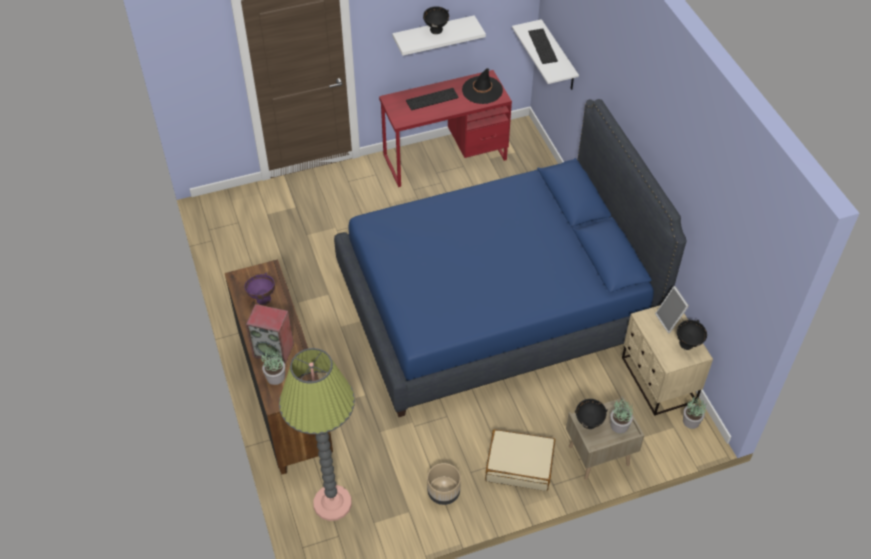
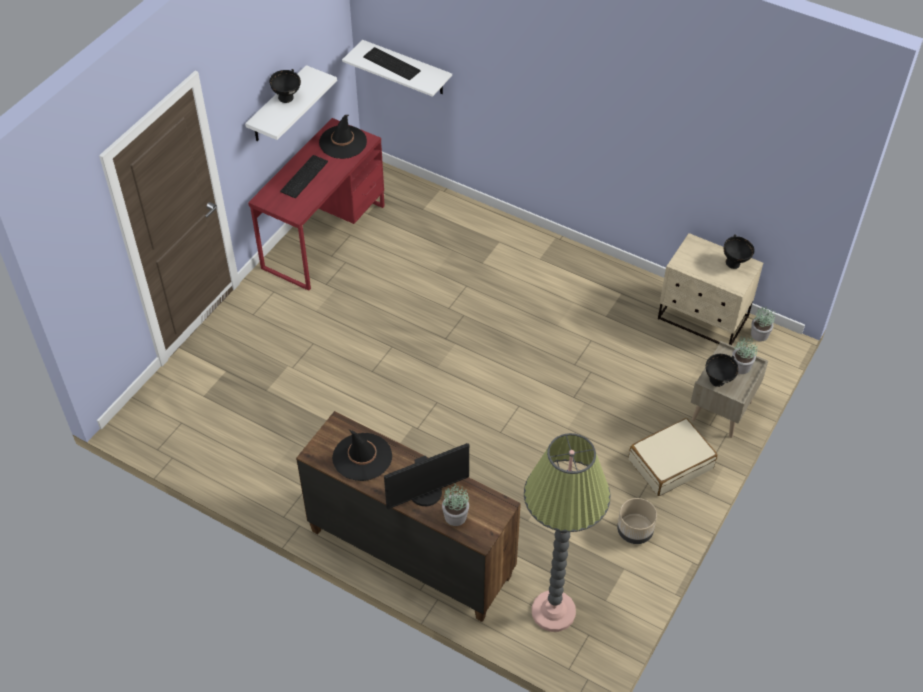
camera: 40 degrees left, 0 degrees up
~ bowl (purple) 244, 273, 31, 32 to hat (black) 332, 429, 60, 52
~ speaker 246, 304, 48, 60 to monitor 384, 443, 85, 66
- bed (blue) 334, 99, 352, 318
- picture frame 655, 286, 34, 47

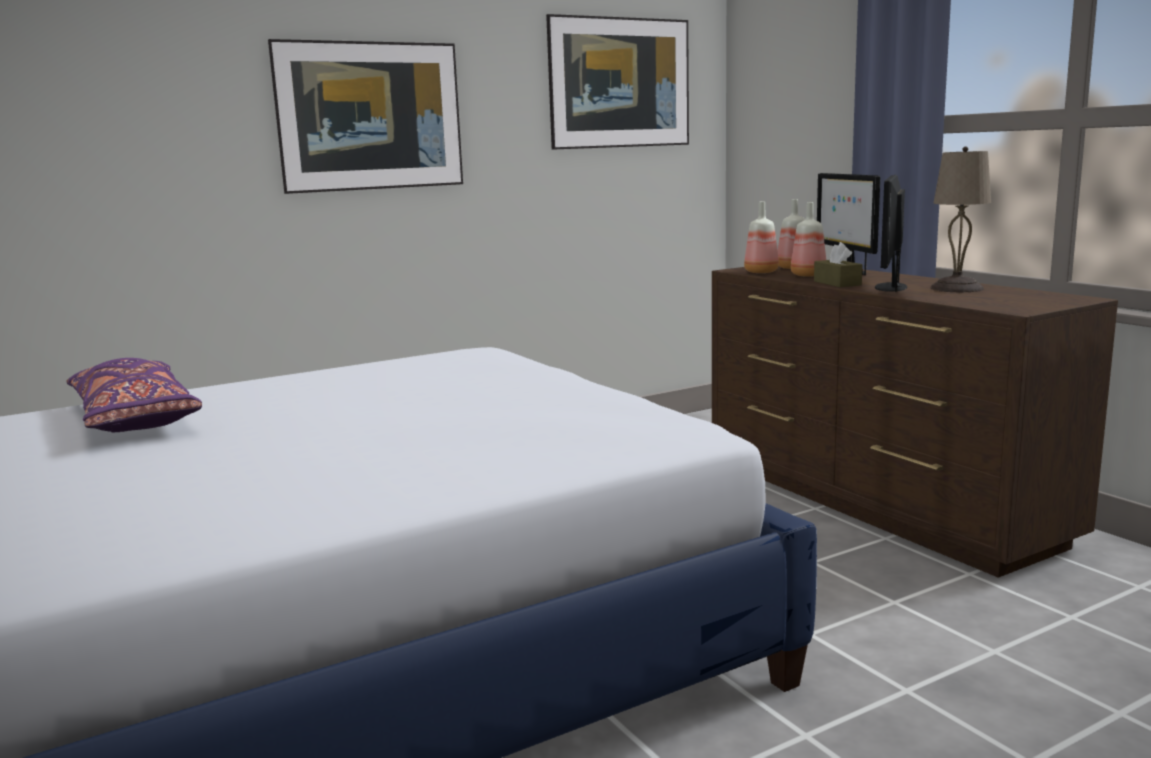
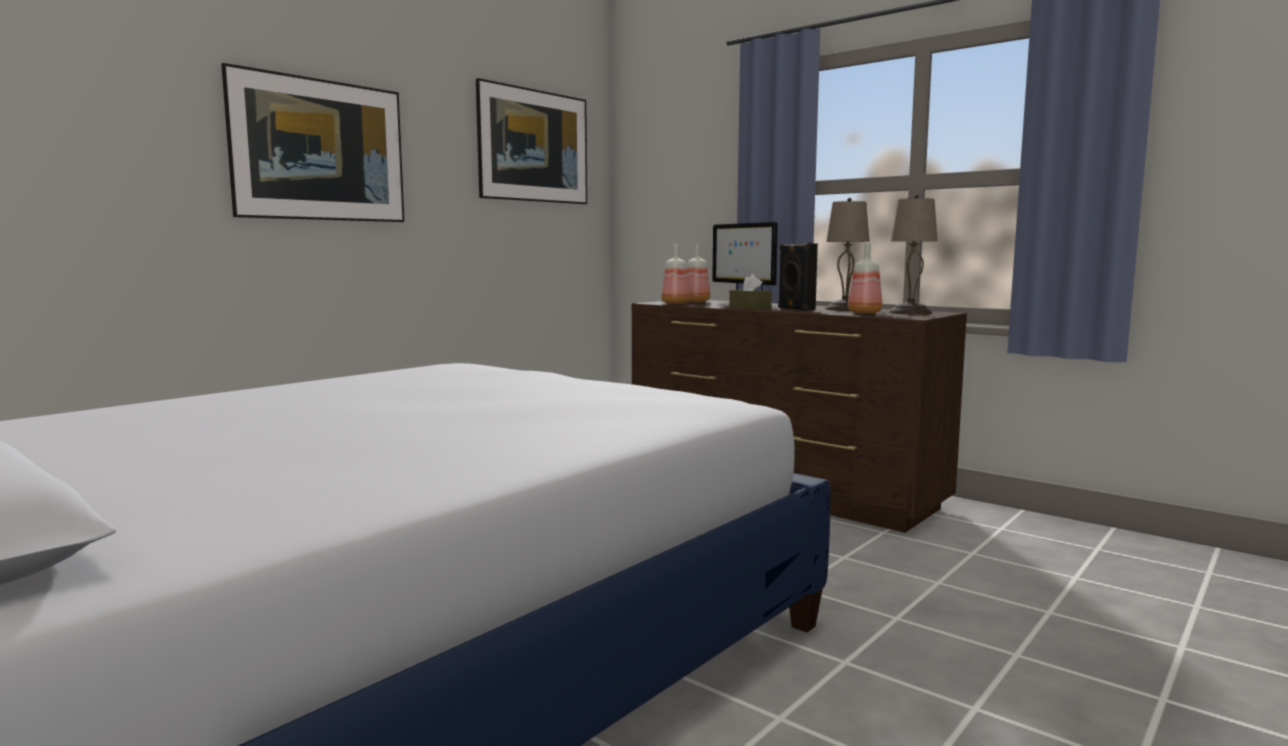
camera: 20 degrees left, 5 degrees down
~ monitor 875, 175, 32, 117 to speaker (black) 778, 243, 40, 68
~ bottle 791, 202, 35, 75 to 848, 243, 34, 71
+ table lamp (beige) 889, 195, 49, 120
- pillow (purple) 66, 358, 136, 74

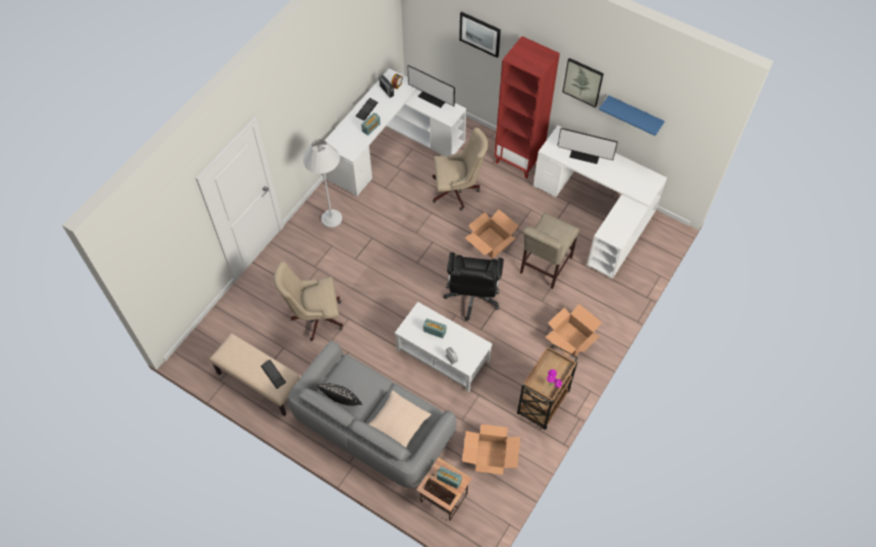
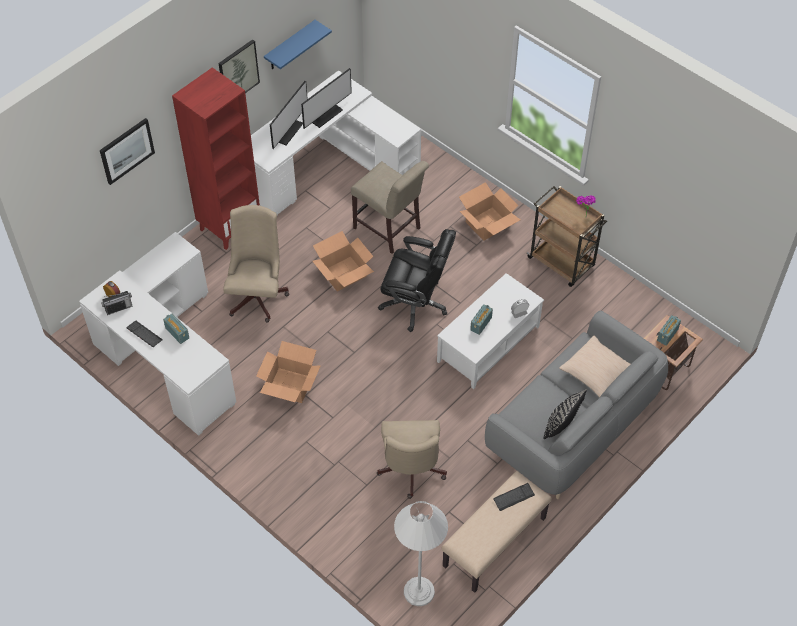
camera: 80 degrees left, 5 degrees down
~ cardboard box 462, 424, 58, 51 to 256, 341, 65, 62
~ monitor 407, 65, 48, 43 to 301, 68, 51, 61
~ floor lamp (white) 303, 139, 39, 89 to 394, 501, 54, 105

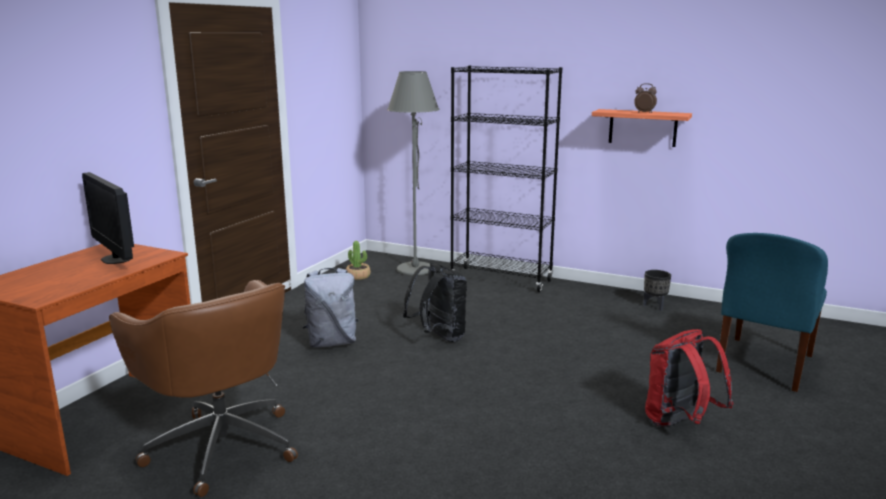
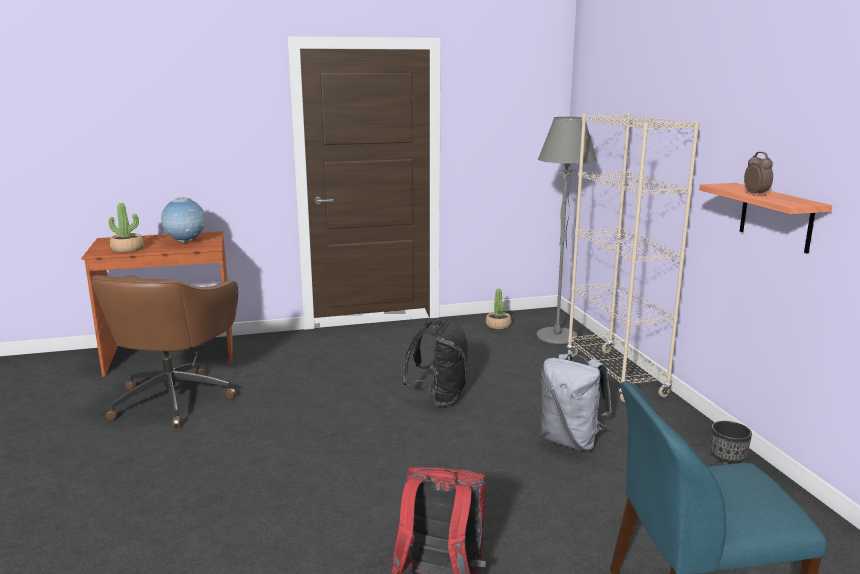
camera: 50 degrees right, 0 degrees up
+ potted plant 108, 203, 36, 50
~ monitor 82, 172, 52, 92 to globe 161, 197, 45, 46
~ backpack (grey) 303, 268, 56, 80 to 540, 353, 72, 98
~ bookcase (black) 450, 65, 112, 227 to bookcase (beige) 567, 114, 133, 288

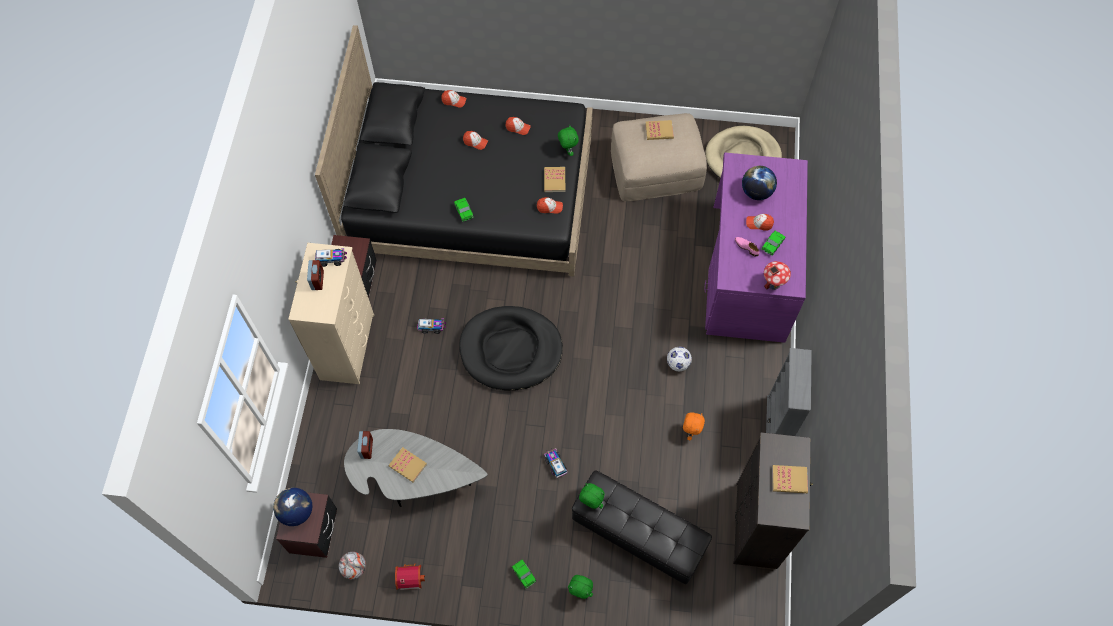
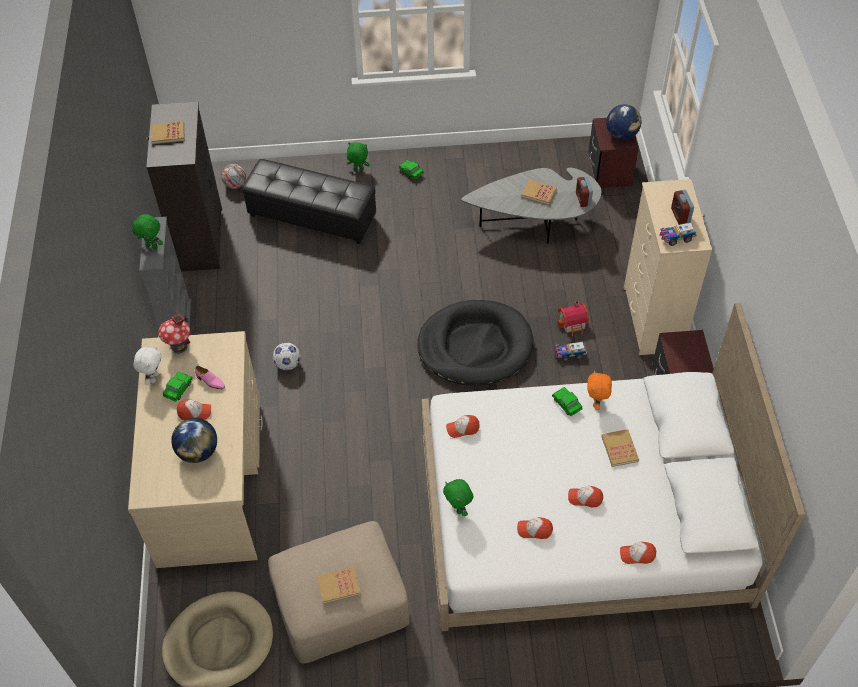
camera: 170 degrees right, 10 degrees down
~ desk (purple) 704, 153, 104, 190 to desk (beige) 128, 331, 134, 237
~ plush toy (green) 579, 483, 25, 26 to 131, 214, 32, 35
+ plush toy (white) 133, 346, 29, 39
~ football 339, 552, 27, 27 to 221, 164, 25, 25
~ bed (black) 315, 25, 278, 252 to bed (white) 422, 303, 384, 328
~ toy house 395, 564, 30, 26 to 558, 301, 31, 36
~ plush toy (orange) 683, 412, 22, 28 to 587, 370, 25, 40
~ book 544, 167, 21, 25 to 601, 429, 38, 38
- toy truck 544, 448, 23, 30

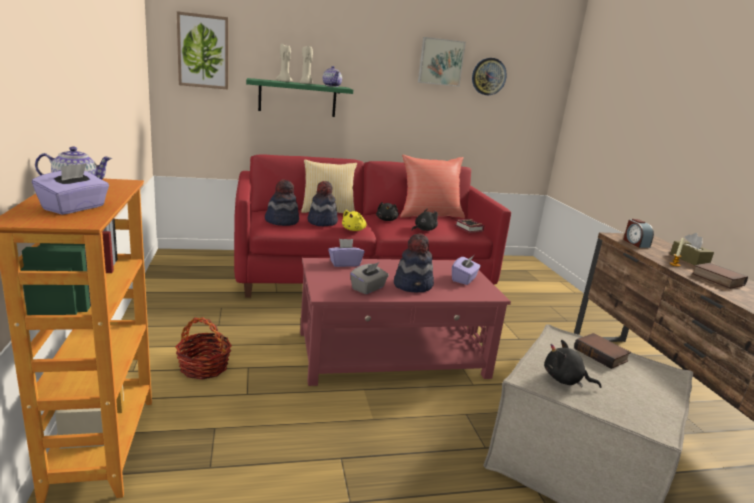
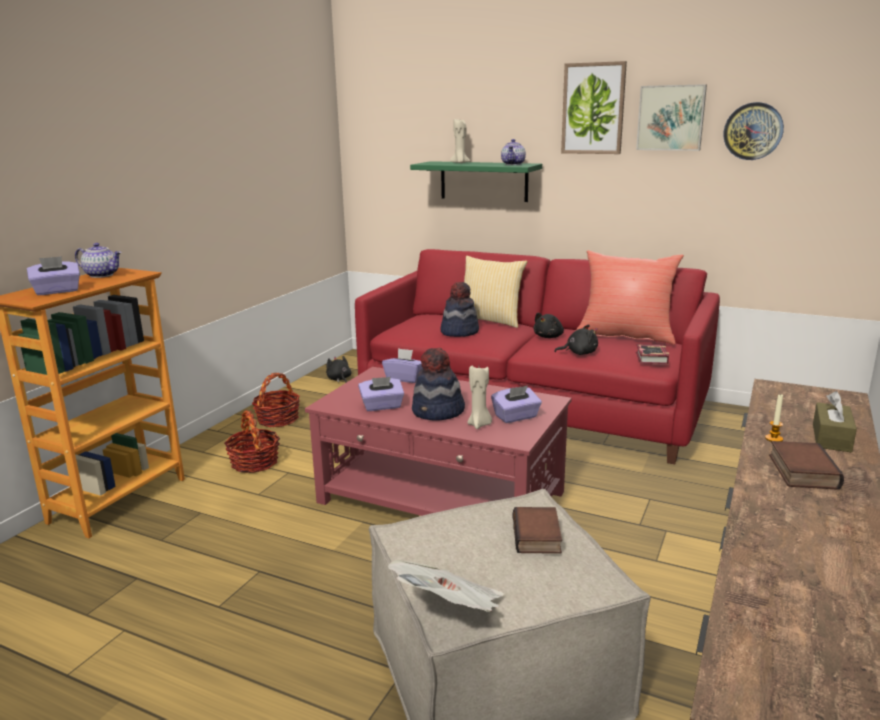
camera: 40 degrees right, 0 degrees up
+ basket 252, 373, 48, 55
~ plush toy (black) 544, 340, 57, 48 to 326, 356, 26, 27
~ tissue box (grey) 350, 262, 39, 32 to tissue box (purple) 358, 377, 46, 34
+ newspaper 388, 560, 116, 52
~ candle (beige) 300, 46, 13, 38 to 467, 366, 25, 63
~ picture 177, 11, 51, 78 to 561, 61, 66, 93
- hat 265, 180, 34, 46
- plush toy (yellow) 342, 210, 25, 21
- alarm clock 623, 219, 31, 29

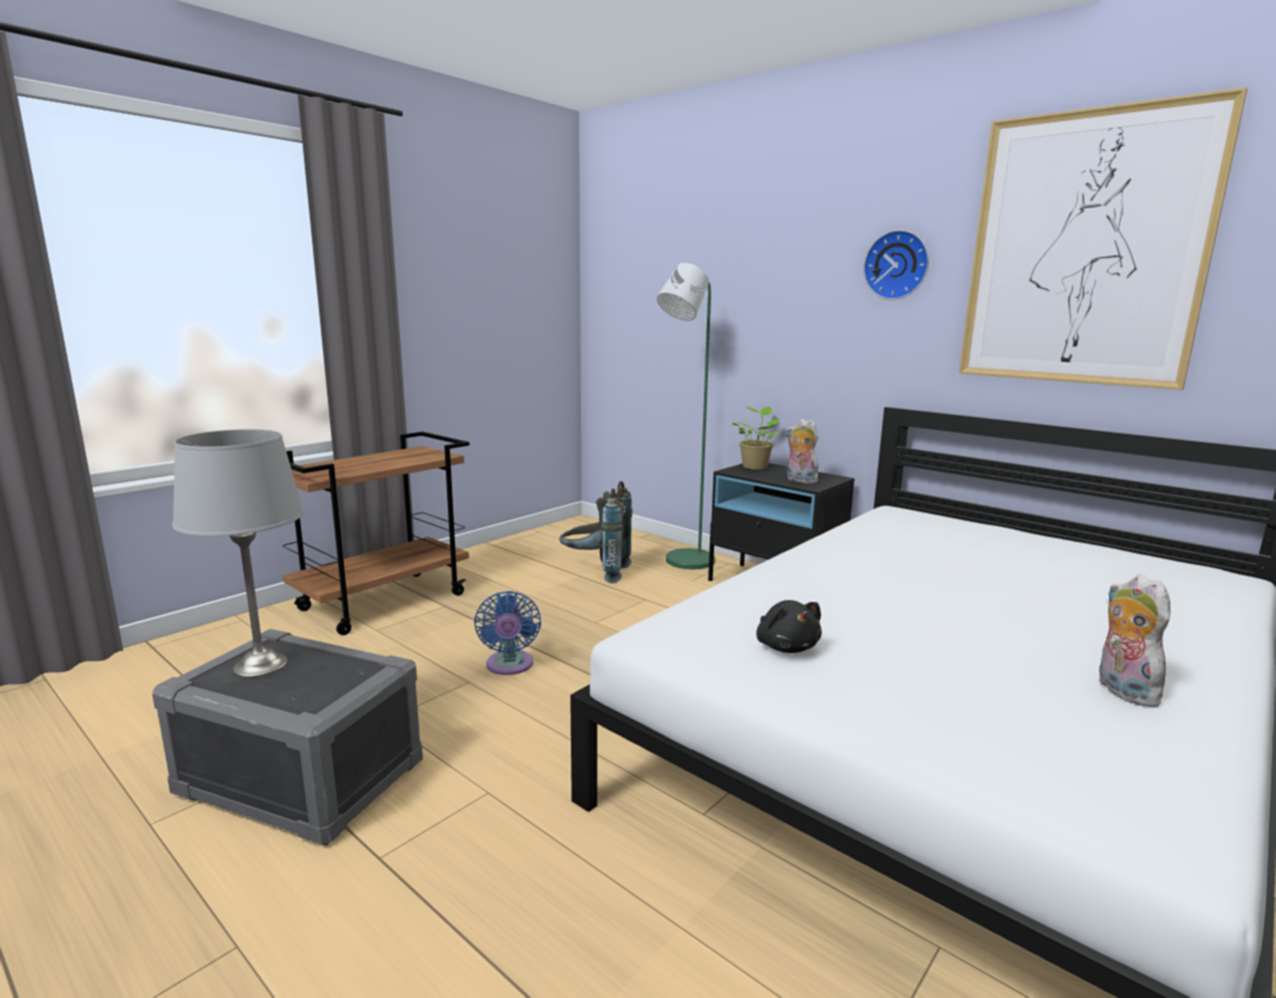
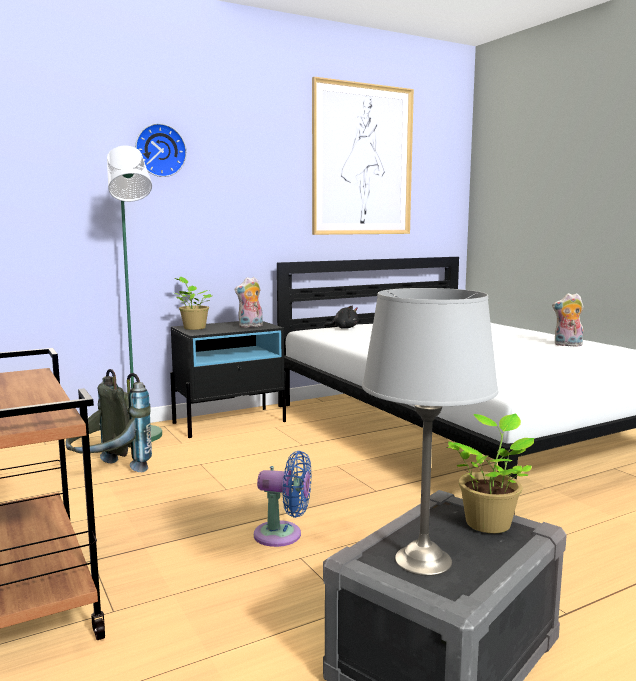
camera: 70 degrees left, 5 degrees down
~ wall clock 863, 230, 66, 70 to 135, 123, 52, 54
~ plush toy (black) 756, 600, 66, 53 to 323, 306, 36, 23
+ potted plant 446, 413, 88, 120

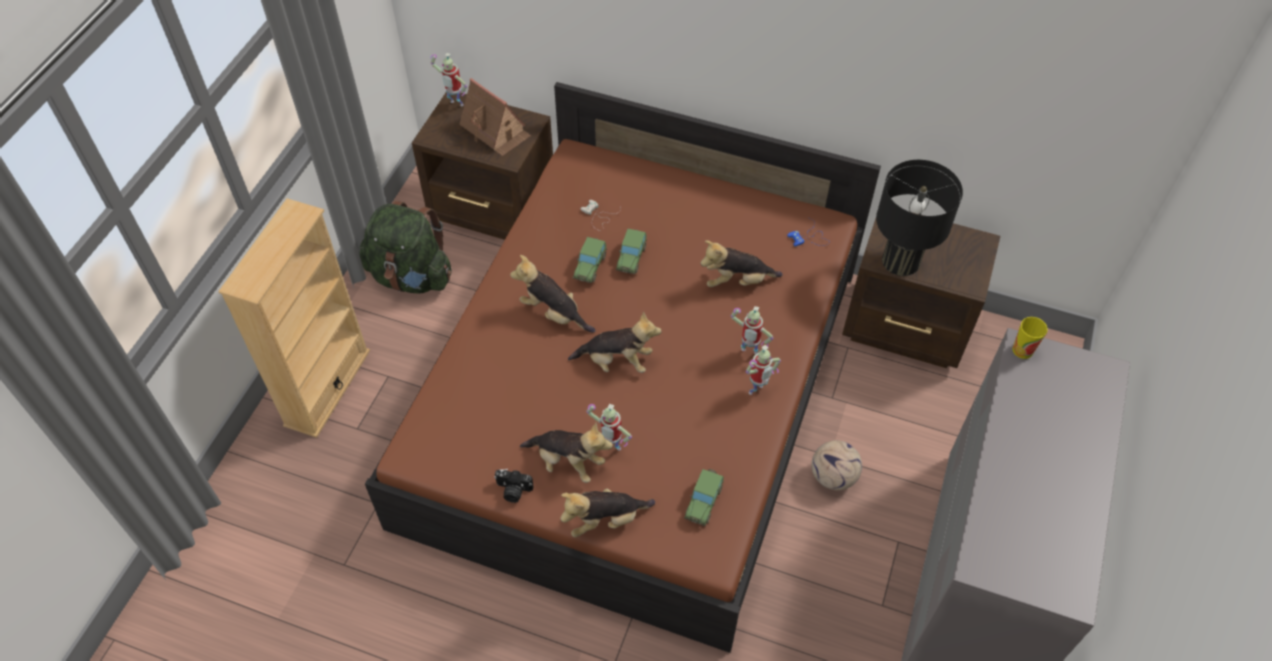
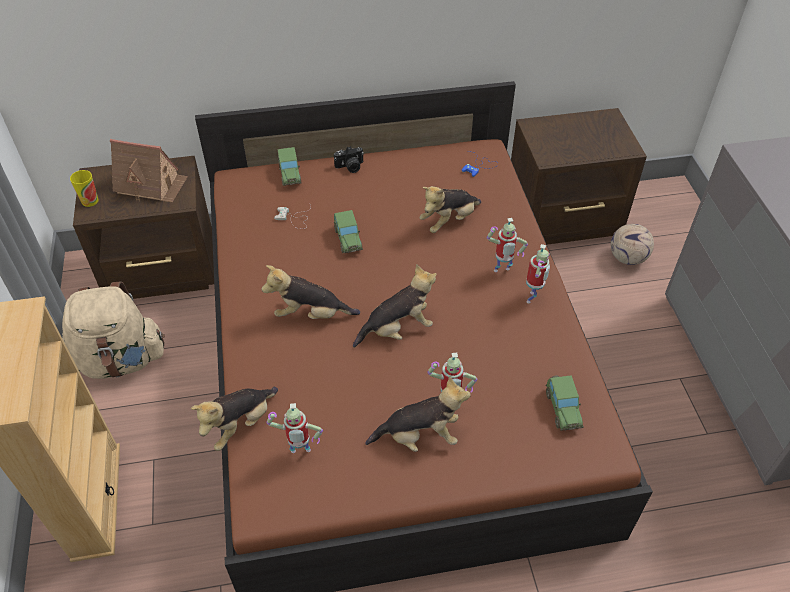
camera: 30 degrees left, 5 degrees down
~ backpack (green) 359, 201, 93, 93 to backpack (beige) 62, 281, 103, 98
~ cup 1013, 317, 35, 42 to 70, 170, 29, 37
~ plush toy 560, 488, 95, 49 to 191, 387, 87, 64
~ toy robot 430, 53, 37, 53 to 266, 403, 57, 50
~ toy car 572, 237, 35, 46 to 277, 147, 25, 39
~ photo camera 494, 469, 40, 34 to 334, 146, 30, 27
~ football 811, 440, 51, 51 to 611, 224, 43, 41
- table lamp (black) 876, 160, 87, 116

